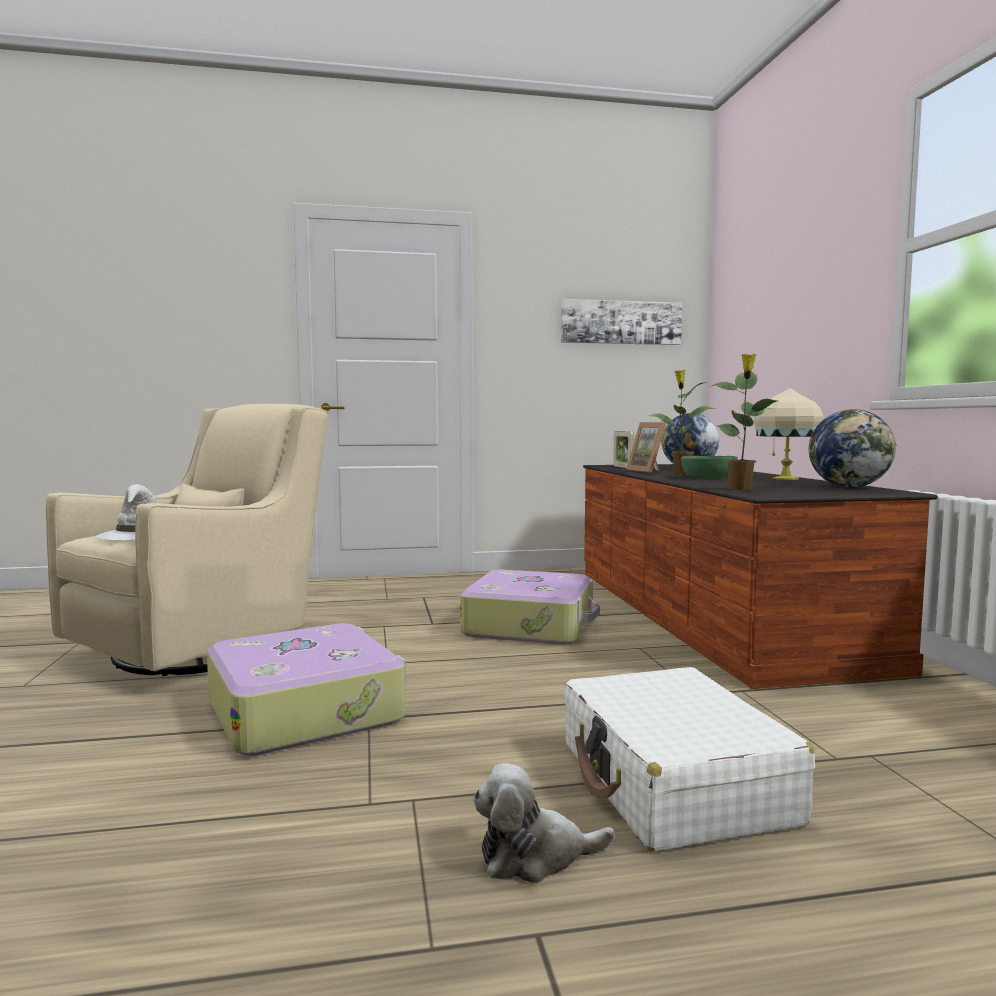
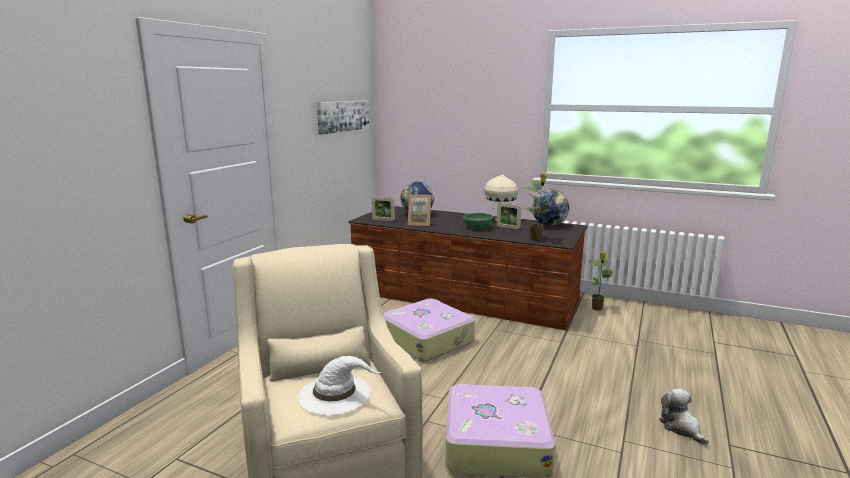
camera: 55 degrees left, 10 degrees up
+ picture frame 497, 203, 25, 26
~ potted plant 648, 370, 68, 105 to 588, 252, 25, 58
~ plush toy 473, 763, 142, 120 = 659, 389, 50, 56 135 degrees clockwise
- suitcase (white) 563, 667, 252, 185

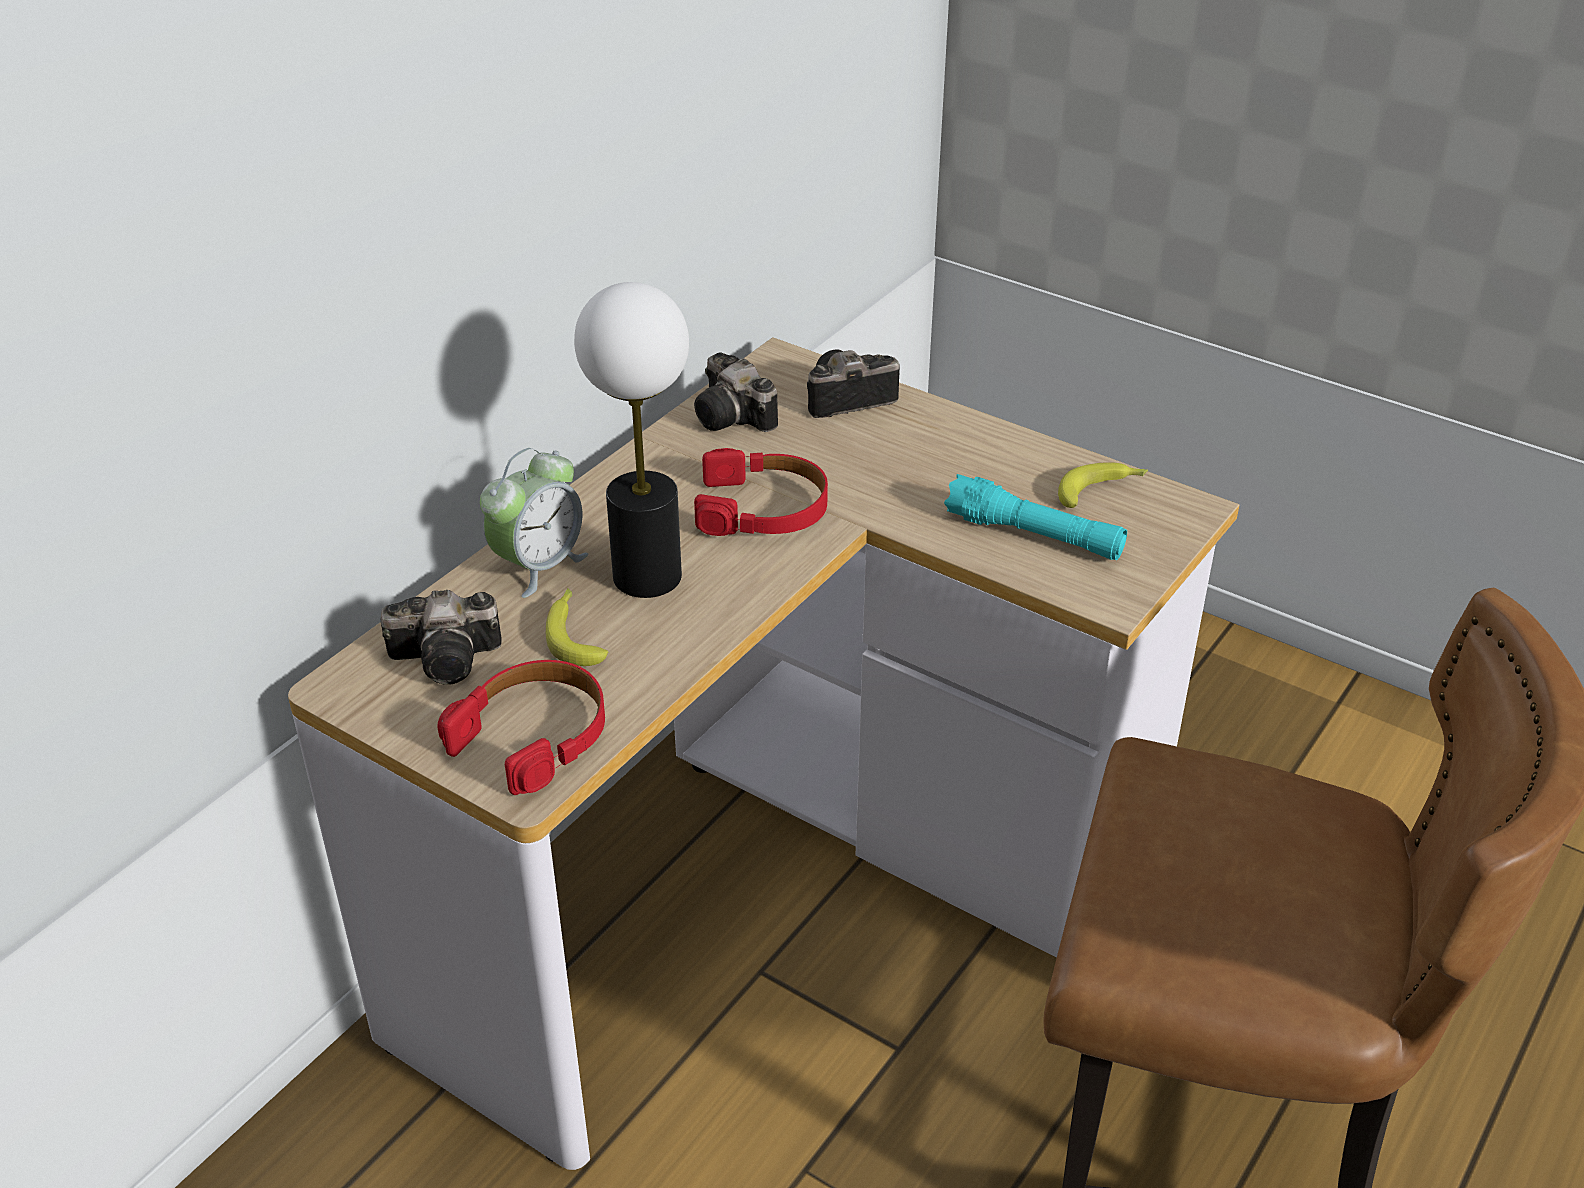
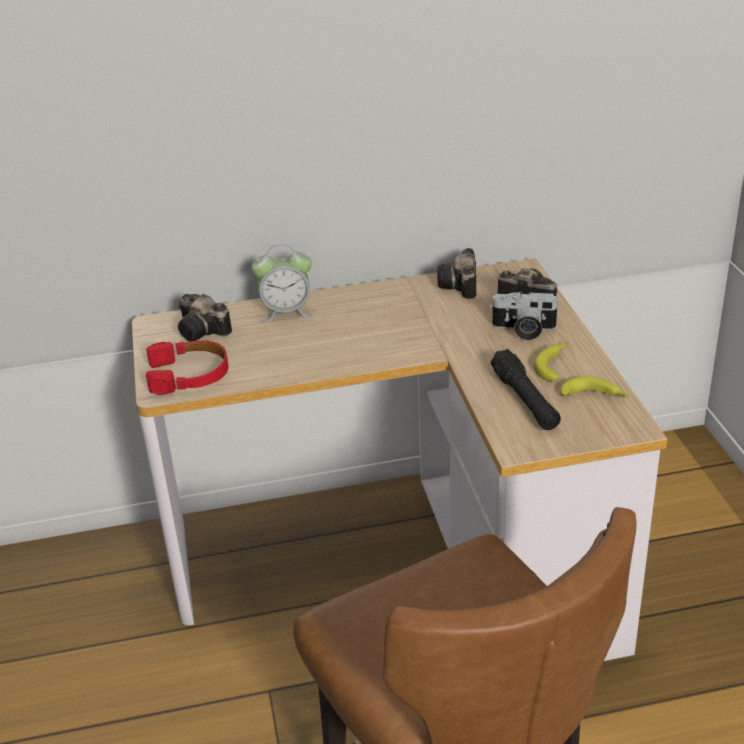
camera: 45 degrees right, 5 degrees down
+ photo camera 490, 292, 70, 48
~ flashlight (turquoise) 944, 474, 183, 86 to flashlight (black) 491, 349, 70, 81
~ banana 546, 588, 62, 78 to 534, 342, 34, 39
- table lamp 574, 282, 115, 316
- headphones (red) 694, 448, 134, 88

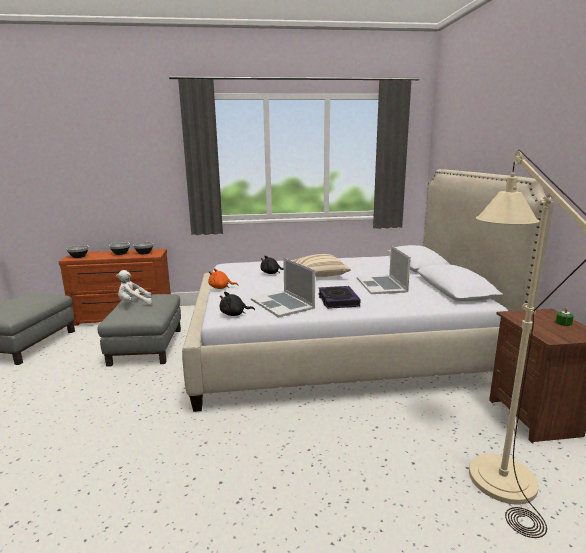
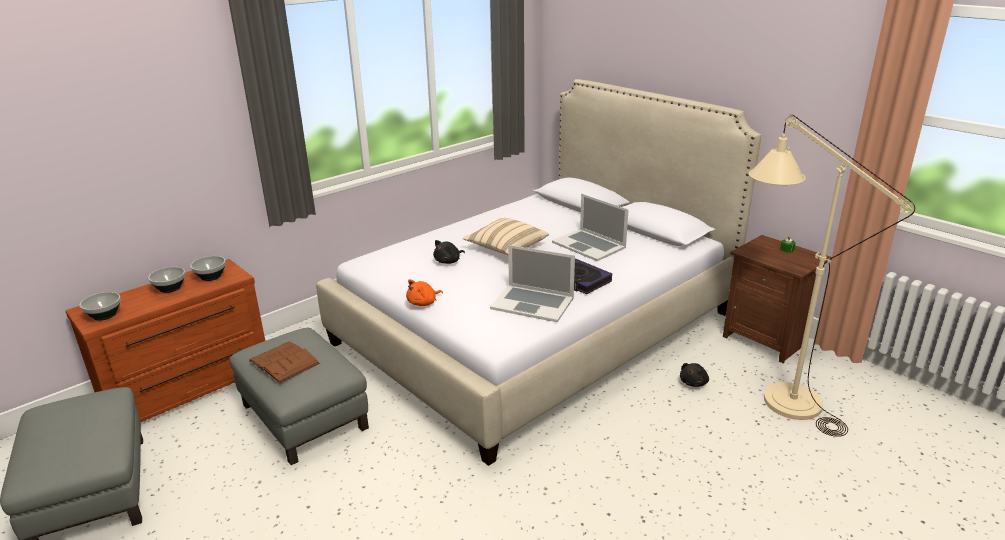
camera: 35 degrees left, 10 degrees up
~ plush toy (white) 116, 270, 36, 35 to book (brown) 249, 342, 71, 42
~ plush toy (black) 220, 291, 35, 25 to 680, 363, 29, 24

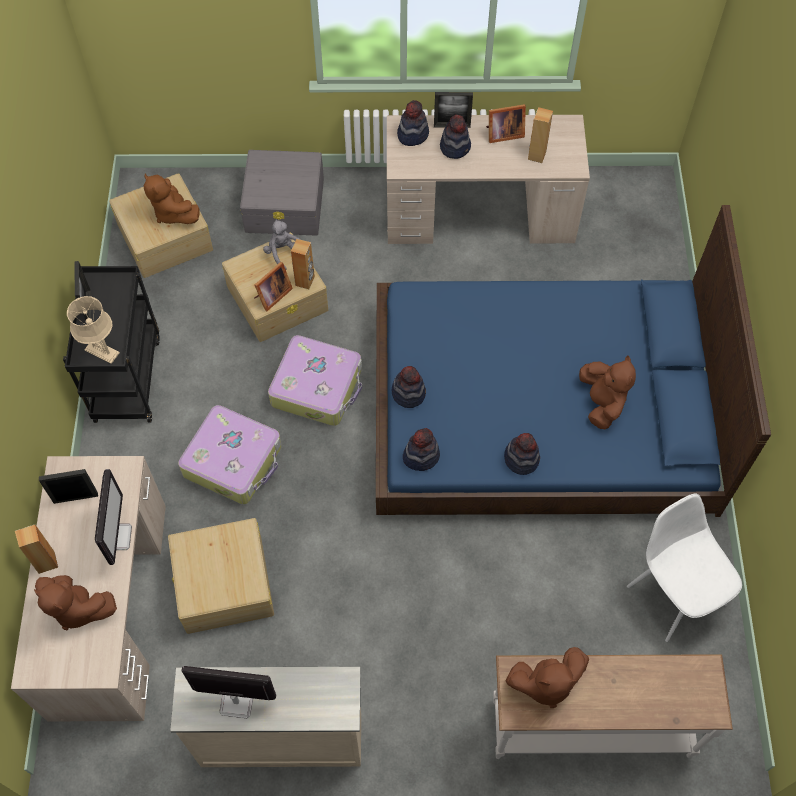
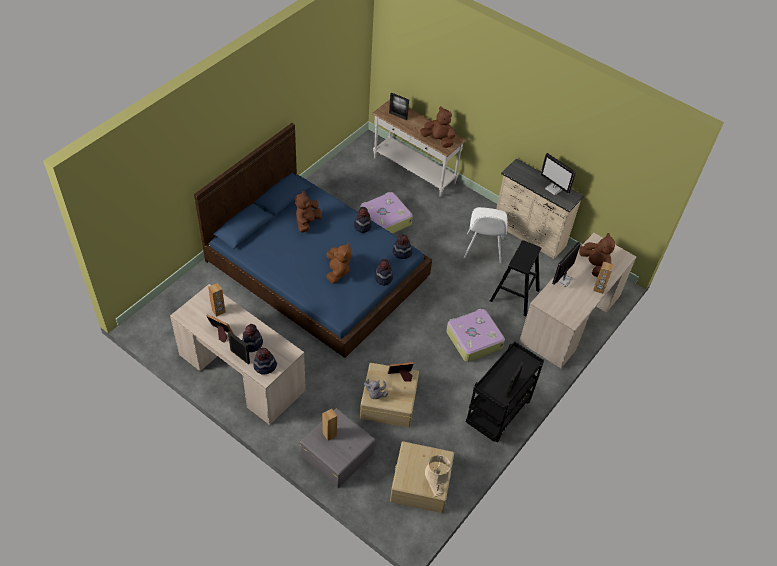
camera: 145 degrees left, 10 degrees down
~ speaker (brown) 291, 239, 24, 50 to 322, 409, 15, 32
~ plush toy (brown) 144, 174, 55, 50 to 326, 243, 25, 40
~ suitcase 268, 335, 94, 91 to 360, 192, 53, 42
~ picture frame 39, 469, 59, 35 to 389, 93, 20, 27
~ table lamp (beige) 67, 296, 53, 68 to 425, 455, 26, 42
~ chair (white) 627, 493, 115, 149 to 464, 207, 43, 56
~ storage box (beige) 168, 518, 106, 116 to stool (black) 490, 240, 51, 76

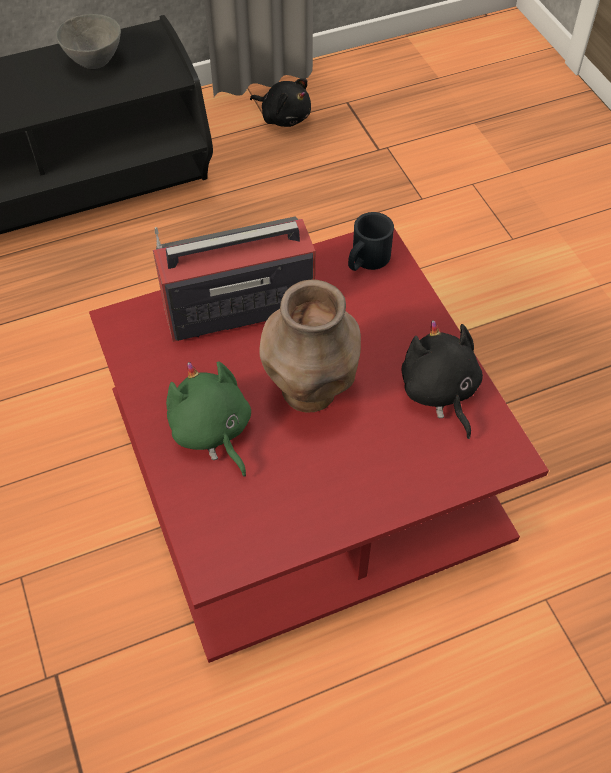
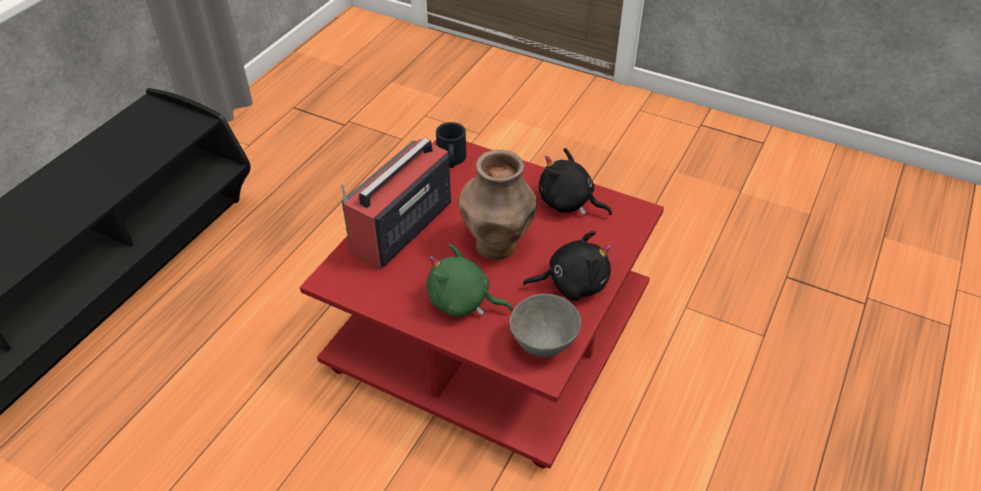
camera: 40 degrees left, 10 degrees down
~ bowl (grey) 56, 14, 65, 55 to 510, 294, 71, 63
~ plush toy (black) 250, 78, 61, 49 to 523, 231, 88, 70

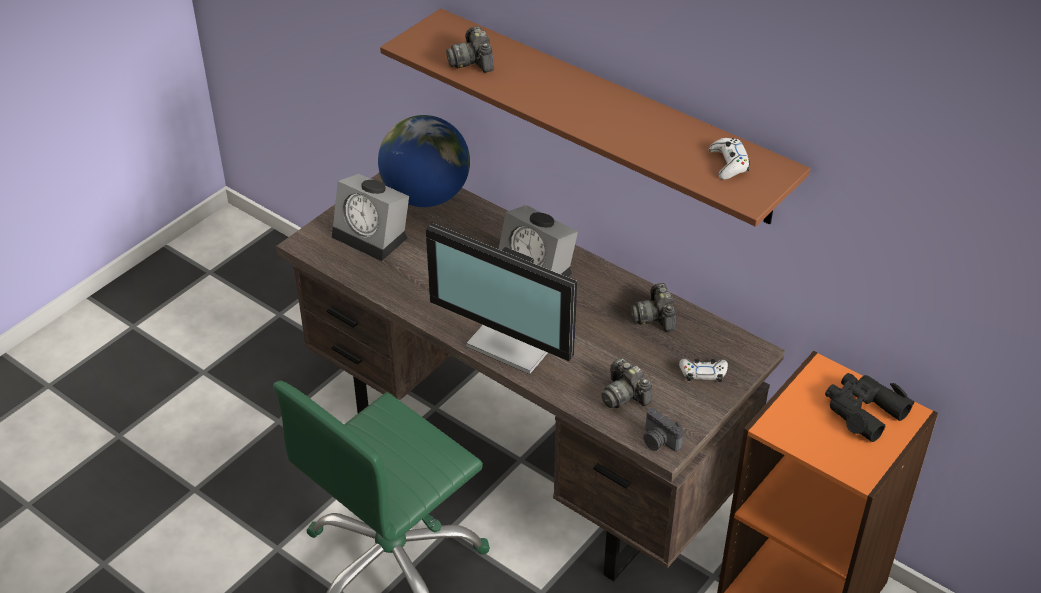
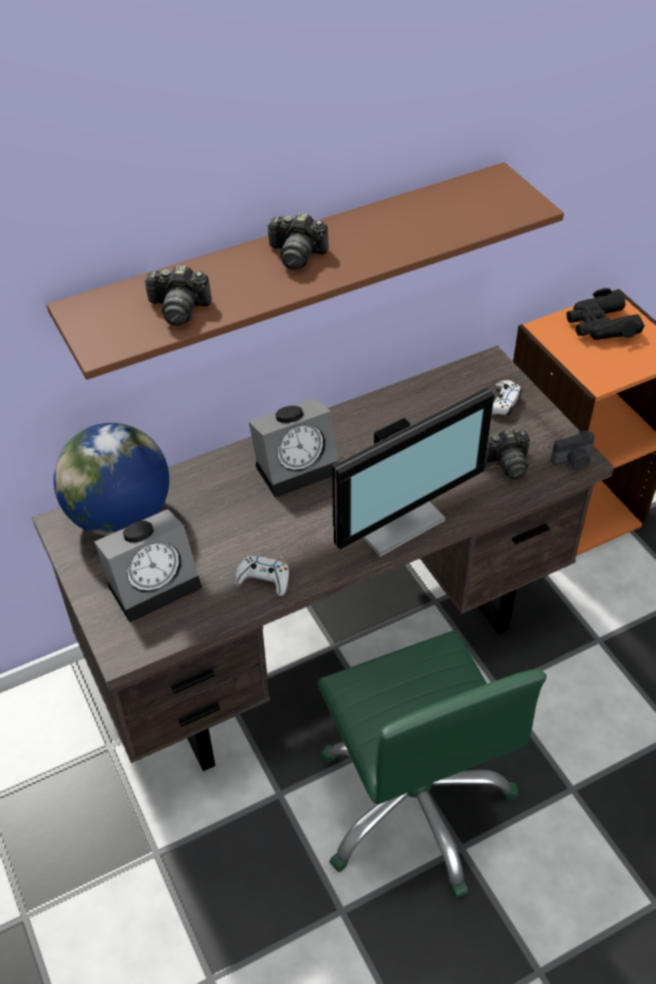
camera: 65 degrees left, 5 degrees up
~ game controller (white) 709, 138, 41, 42 to 234, 555, 55, 41
~ photo camera 631, 283, 45, 49 to 266, 212, 63, 58

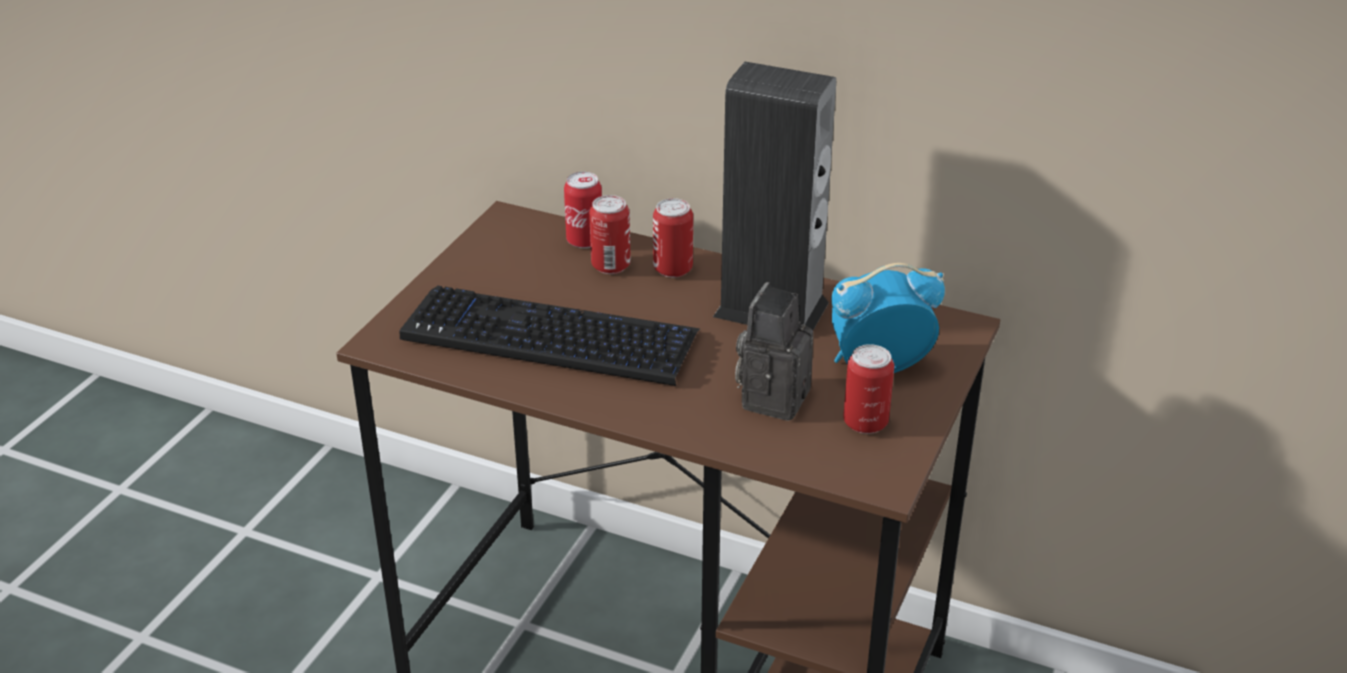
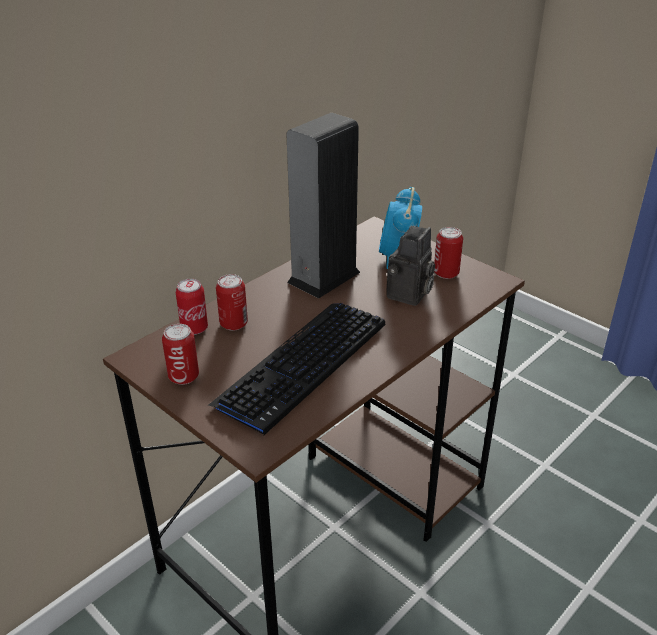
camera: 70 degrees left, 0 degrees up
~ can 653, 198, 40, 80 to 162, 324, 37, 61
~ photo camera 735, 282, 78, 139 = 386, 226, 49, 80 105 degrees counterclockwise

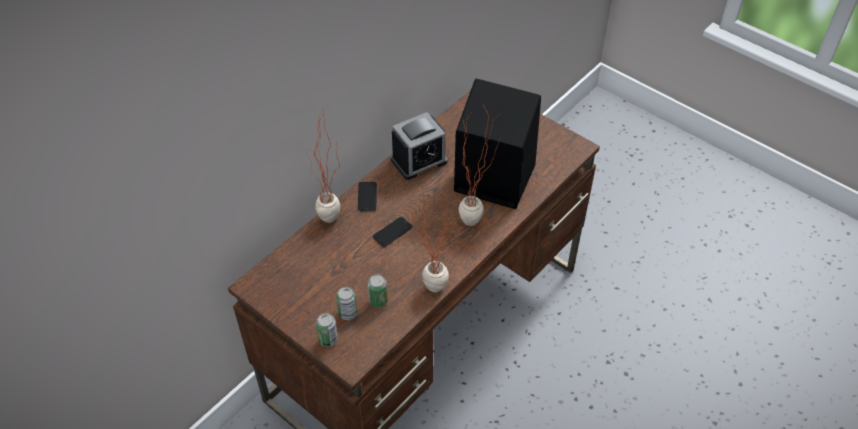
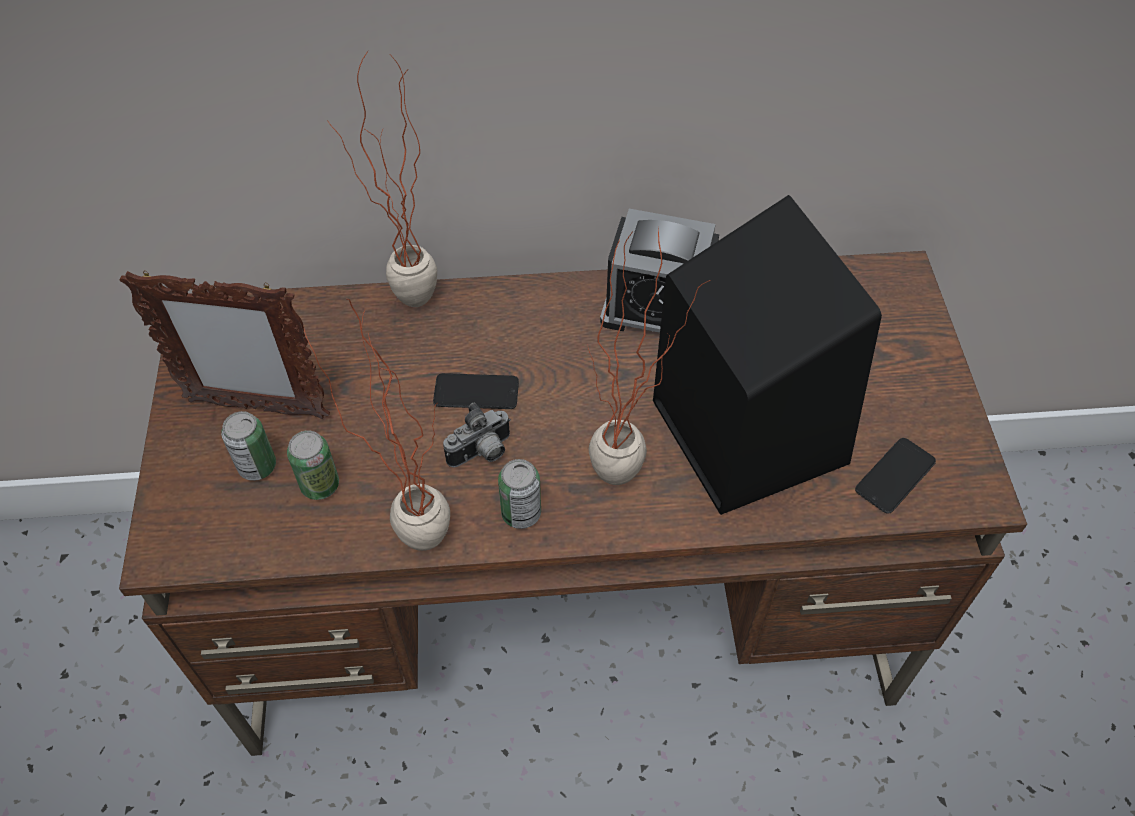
camera: 45 degrees right, 5 degrees up
+ picture frame 119, 270, 211, 149
+ photo camera 443, 403, 68, 65
~ can 316, 313, 22, 34 to 498, 459, 43, 70
~ phone 358, 182, 19, 29 to 855, 438, 81, 76

